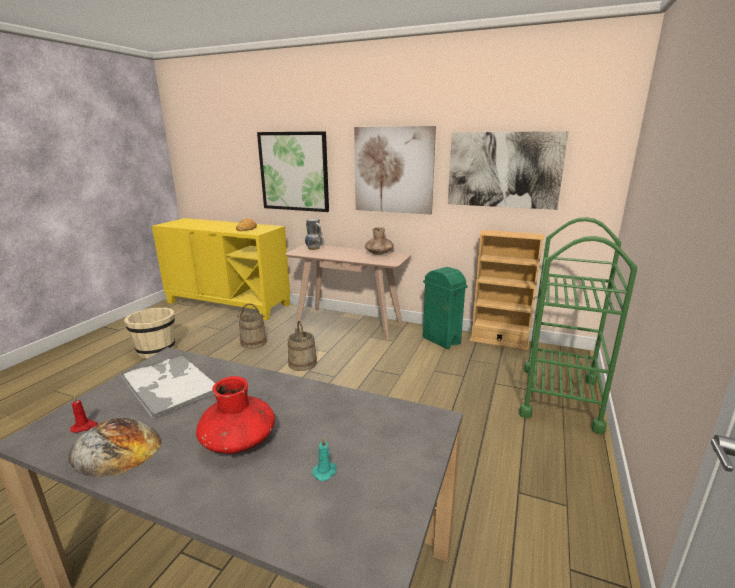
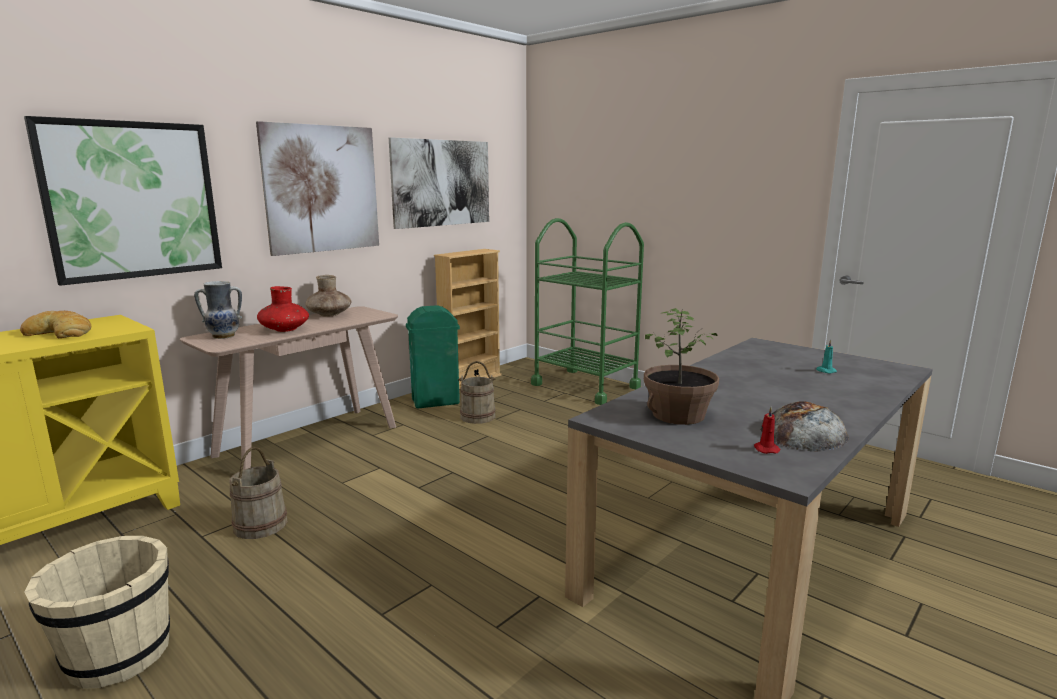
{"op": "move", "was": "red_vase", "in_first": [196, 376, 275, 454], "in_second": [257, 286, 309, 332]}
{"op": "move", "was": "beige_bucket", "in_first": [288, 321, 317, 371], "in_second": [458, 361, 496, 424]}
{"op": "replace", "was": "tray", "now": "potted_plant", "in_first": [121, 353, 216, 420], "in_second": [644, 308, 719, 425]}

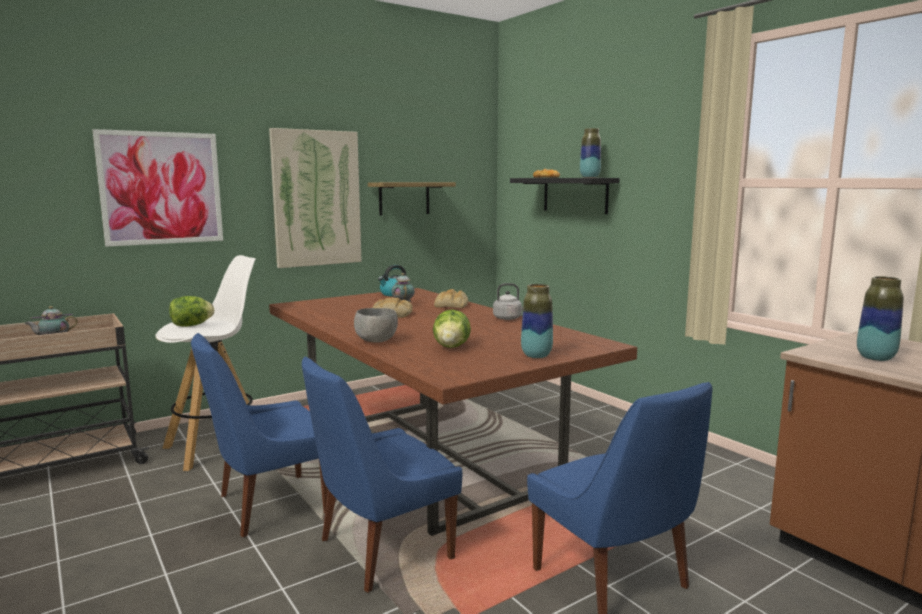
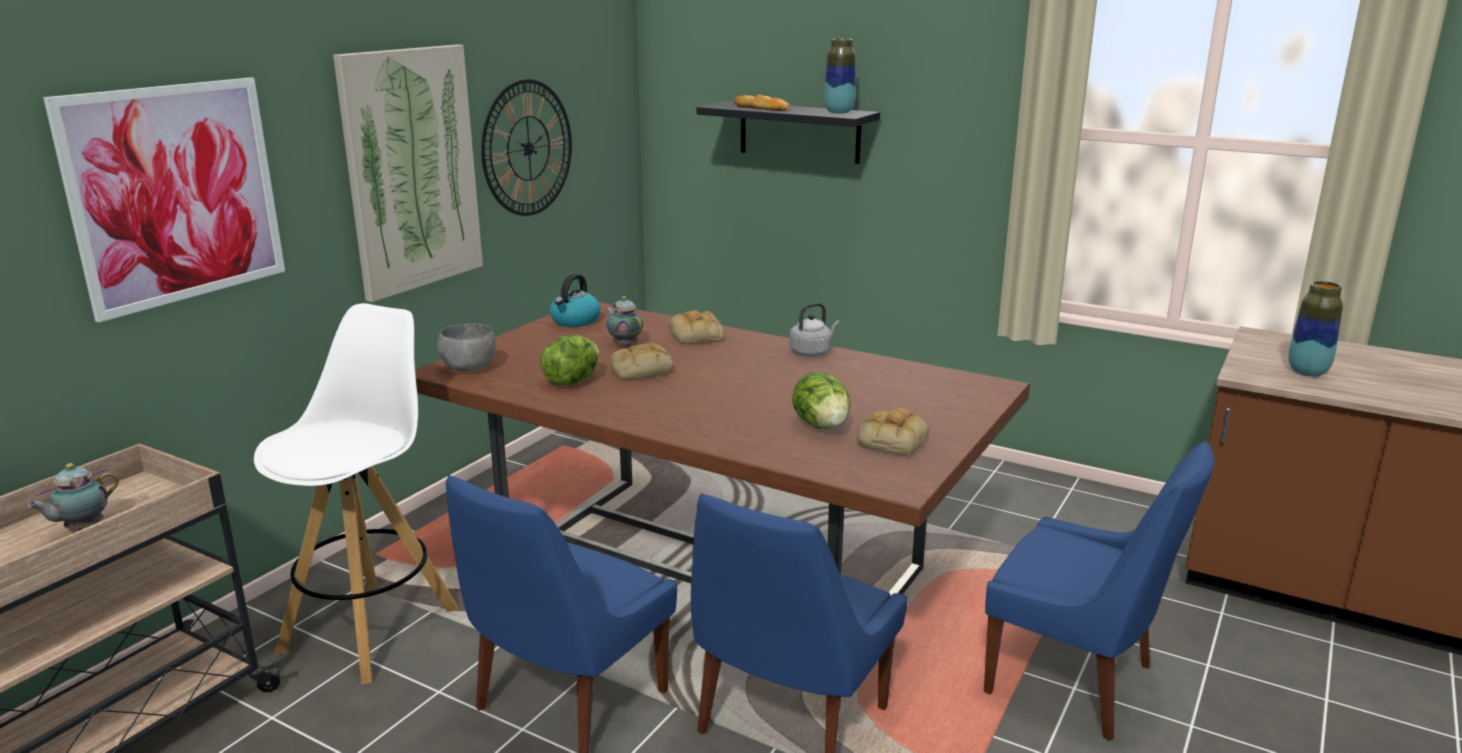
{"op": "move", "was": "grey_bowl", "in_first": [354, 308, 398, 343], "in_second": [437, 323, 496, 371]}
{"op": "replace", "was": "shelf", "now": "wall_clock", "in_first": [368, 182, 456, 216], "in_second": [481, 79, 572, 216]}
{"op": "move", "was": "lettuce", "in_first": [169, 296, 214, 327], "in_second": [540, 335, 599, 386]}
{"op": "insert", "now": "bread", "in_second": [857, 407, 929, 456]}
{"op": "delete", "was": "vase", "in_first": [521, 284, 553, 358]}

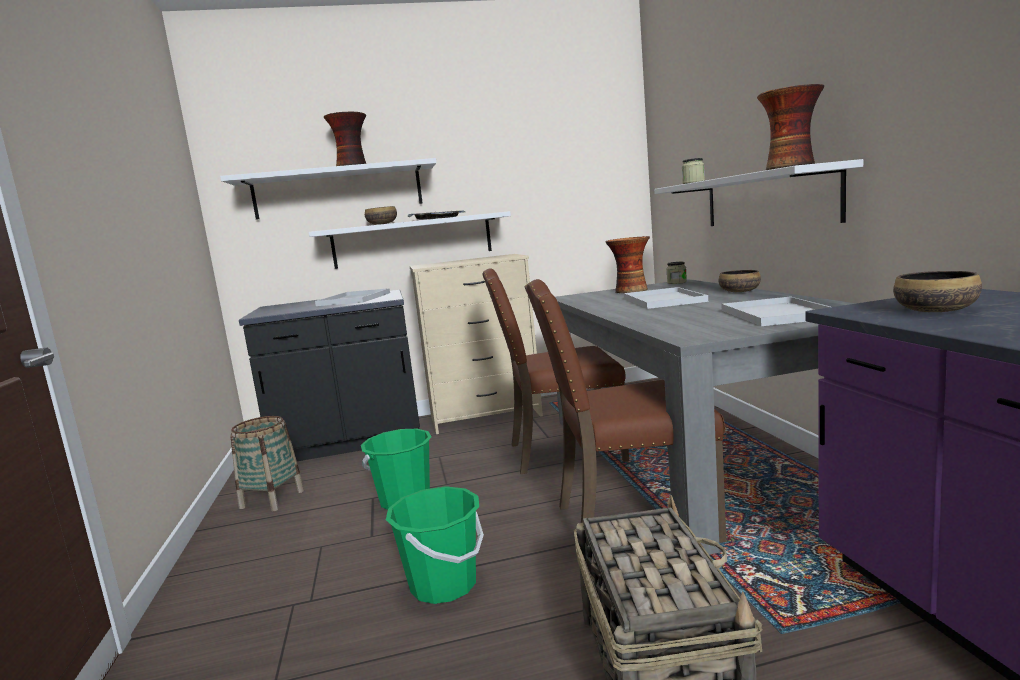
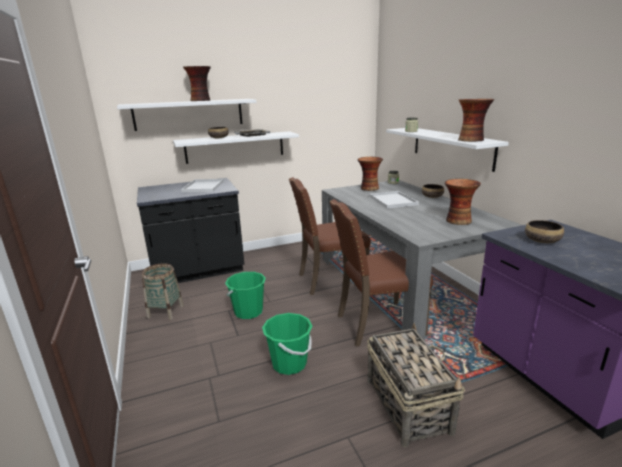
{"op": "replace", "was": "white_tray", "now": "vase", "in_first": [721, 296, 830, 326], "in_second": [445, 179, 481, 225]}
{"op": "delete", "was": "beige_dresser", "in_first": [410, 254, 543, 434]}

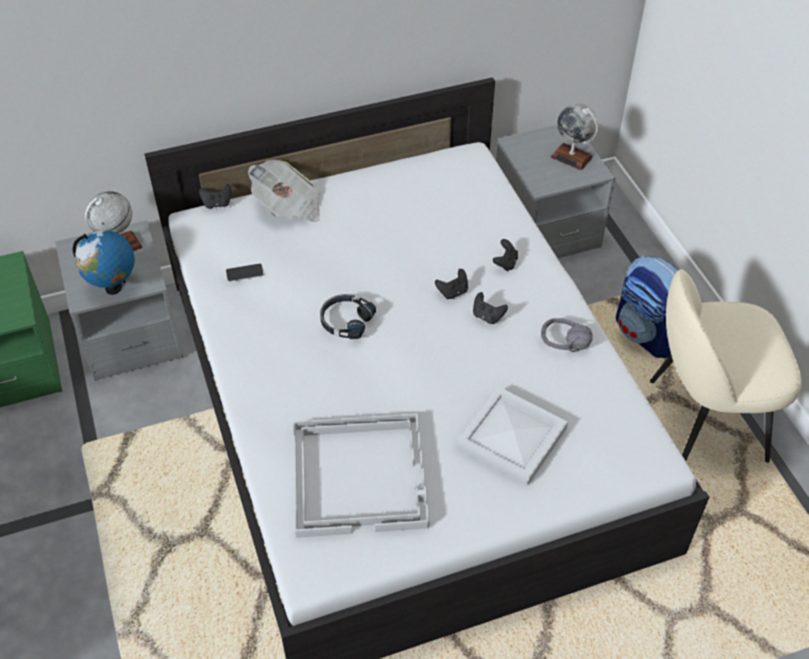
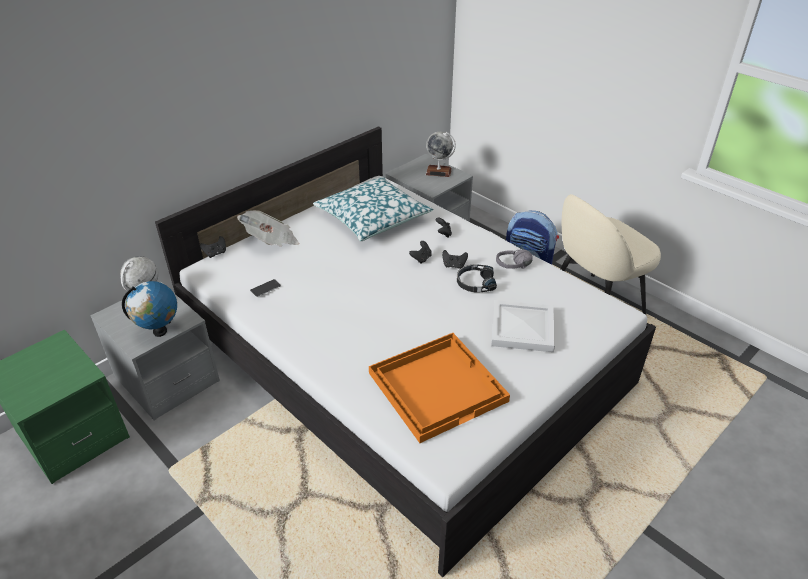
{"op": "insert", "now": "pillow", "in_second": [313, 176, 433, 241]}
{"op": "recolor", "was": "white_tray", "now": "orange_tray", "in_first": [294, 413, 429, 538], "in_second": [369, 333, 510, 443]}
{"op": "move", "was": "black_headphones", "in_first": [320, 294, 376, 339], "in_second": [457, 265, 497, 292]}

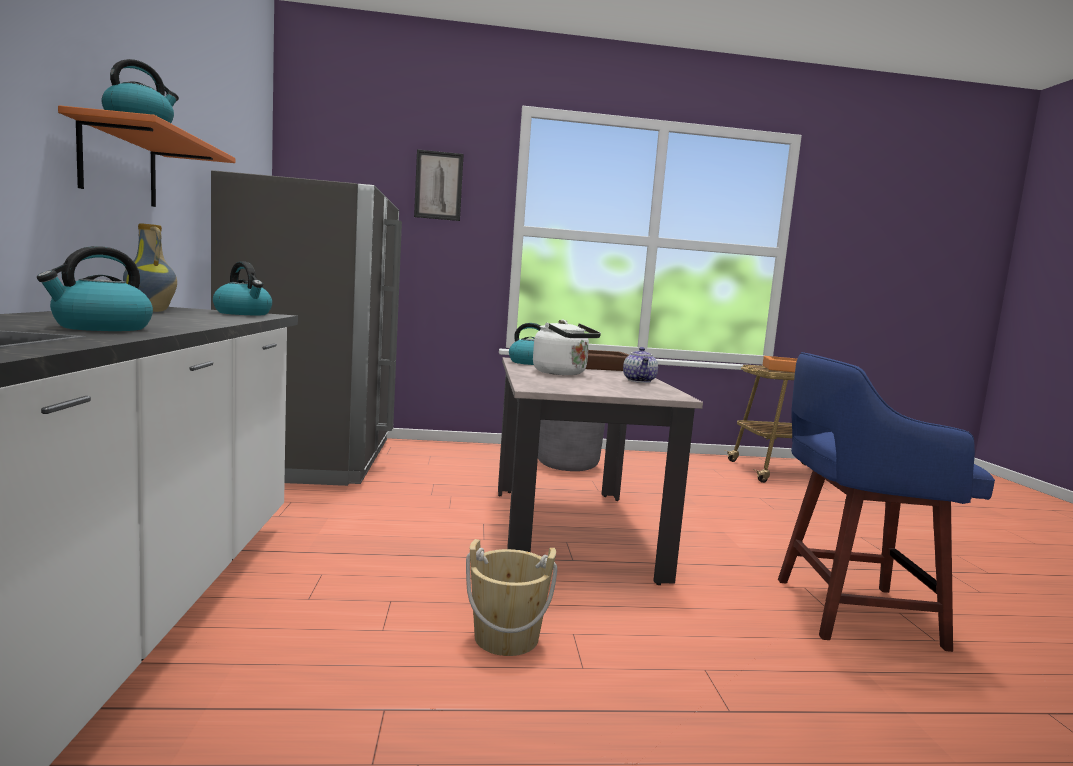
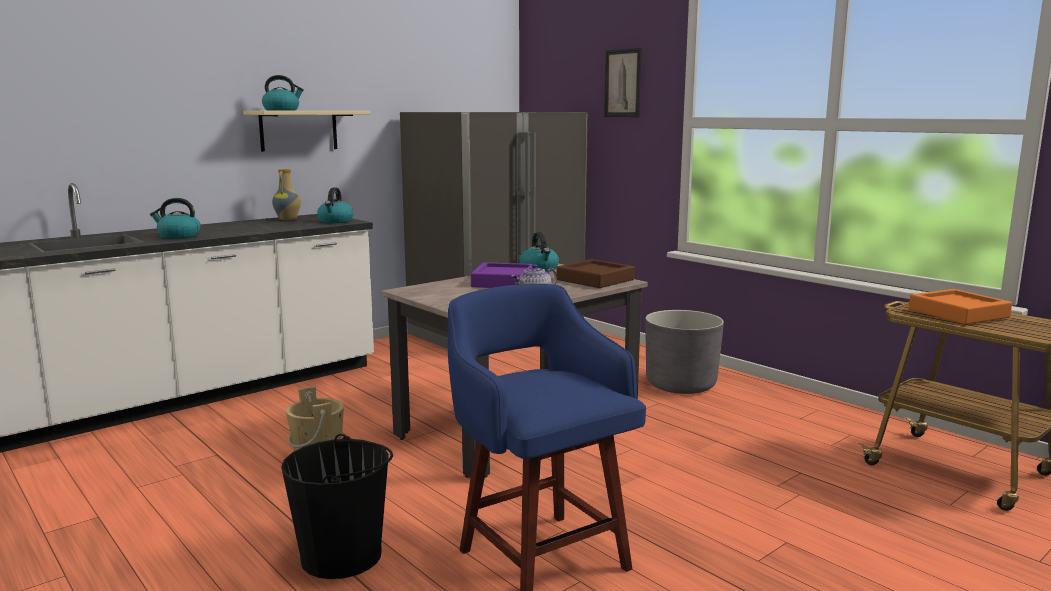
{"op": "recolor", "was": "orange_shelf", "now": "beige_shelf", "in_first": [58, 105, 235, 207], "in_second": [243, 111, 370, 152]}
{"op": "insert", "now": "black_bucket", "in_second": [281, 434, 393, 579]}
{"op": "replace", "was": "white_kettle", "now": "purple_tray", "in_first": [533, 320, 601, 375], "in_second": [471, 262, 533, 288]}

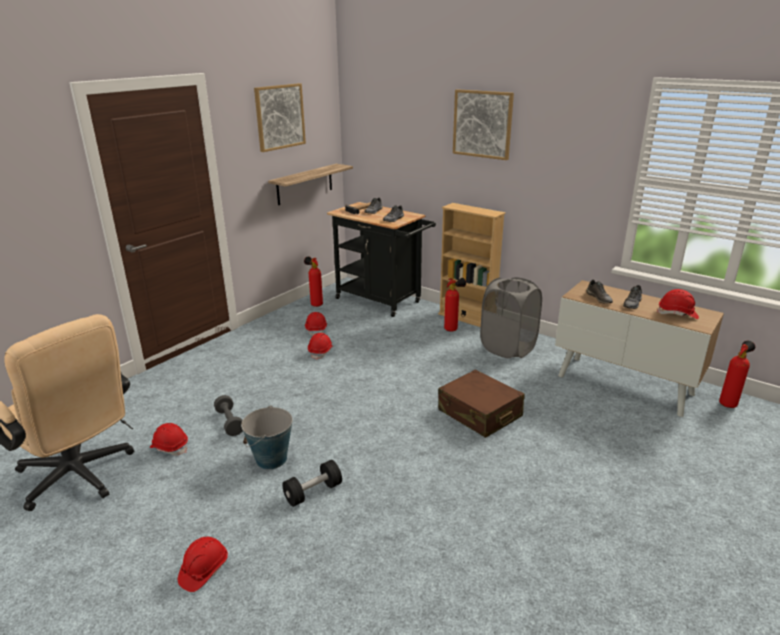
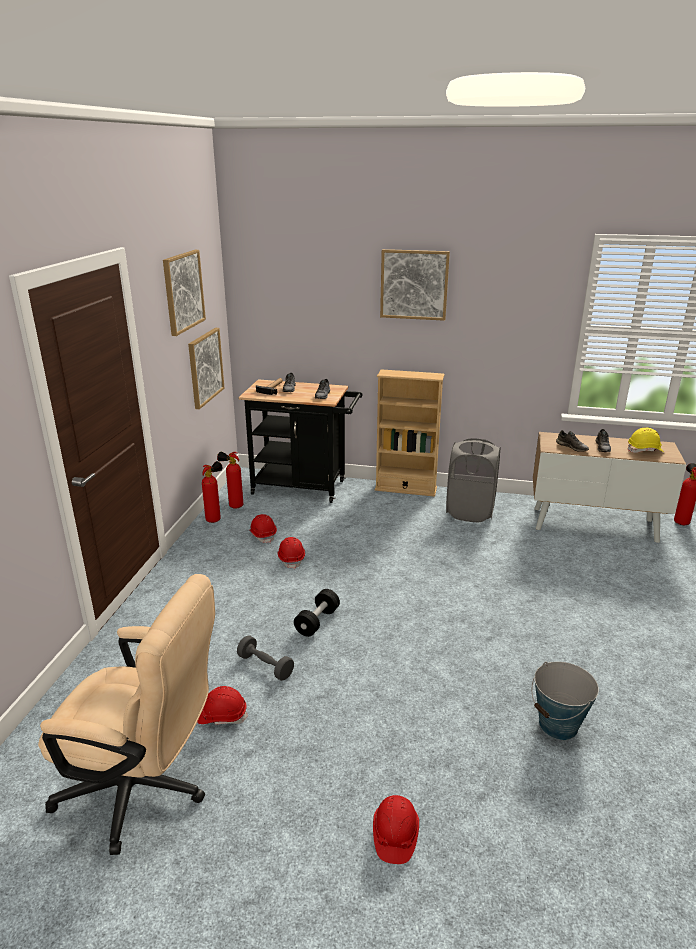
{"op": "replace", "was": "shelf", "now": "picture", "in_first": [268, 164, 353, 205], "in_second": [188, 328, 224, 409]}
{"op": "move", "was": "fire_extinguisher", "in_first": [444, 278, 466, 332], "in_second": [202, 461, 223, 523]}
{"op": "move", "was": "black_dumbbell", "in_first": [282, 460, 342, 507], "in_second": [294, 589, 340, 637]}
{"op": "move", "was": "bucket", "in_first": [241, 405, 293, 469], "in_second": [531, 661, 599, 740]}
{"op": "recolor", "was": "red_hard_hat", "now": "yellow_hard_hat", "in_first": [657, 289, 699, 319], "in_second": [627, 427, 664, 453]}
{"op": "delete", "was": "brown_suitcase", "in_first": [438, 369, 525, 438]}

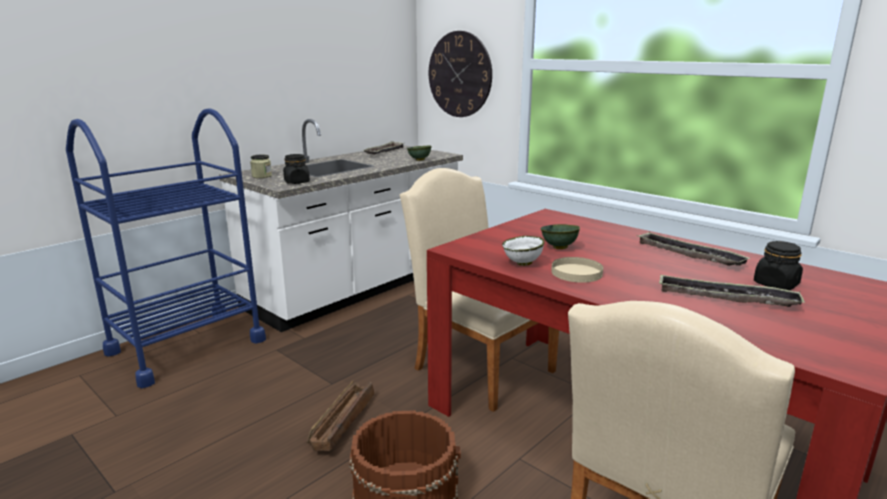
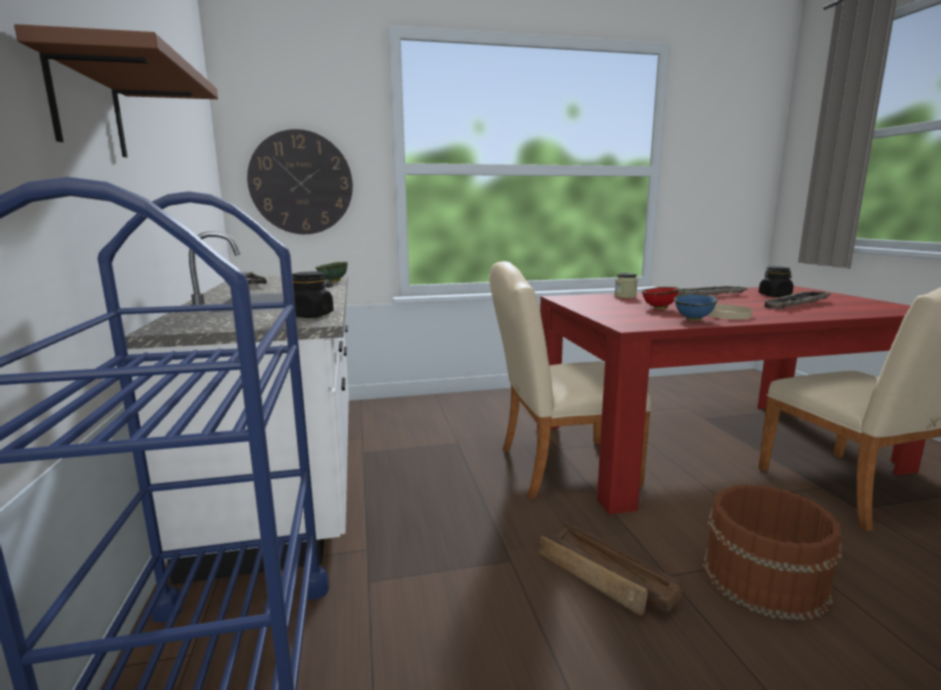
{"op": "insert", "now": "brown_shelf", "in_second": [14, 24, 218, 157]}
{"op": "move", "was": "jar", "in_first": [250, 155, 272, 178], "in_second": [615, 273, 638, 298]}
{"op": "recolor", "was": "green_bowl", "now": "red_bowl", "in_first": [541, 224, 580, 249], "in_second": [641, 287, 679, 309]}
{"op": "recolor", "was": "white_bowl", "now": "blue_bowl", "in_first": [502, 236, 545, 266], "in_second": [674, 294, 718, 321]}

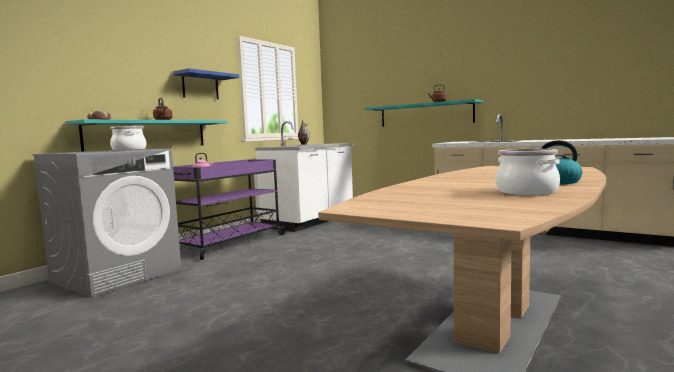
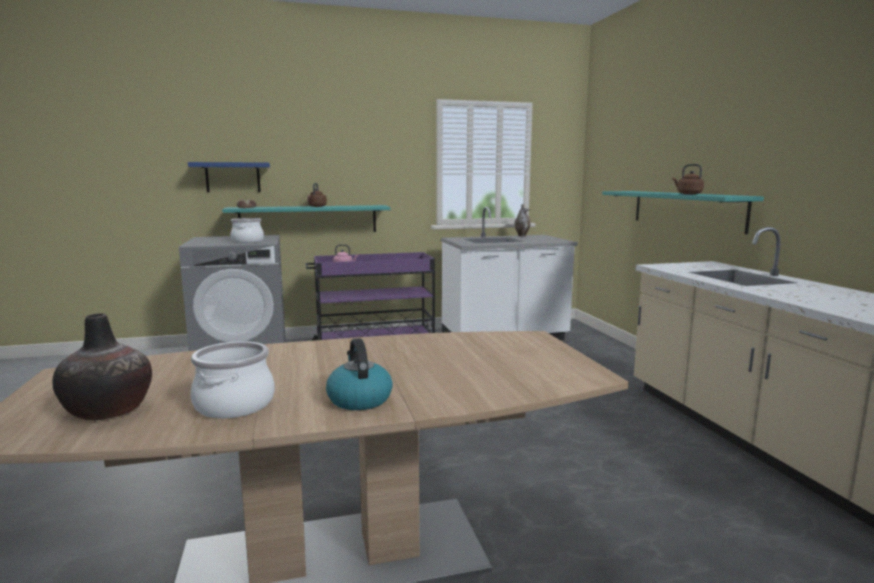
{"op": "insert", "now": "vase", "in_second": [52, 313, 152, 421]}
{"op": "move", "was": "blue_shelf", "in_first": [173, 68, 239, 99], "in_second": [188, 162, 270, 192]}

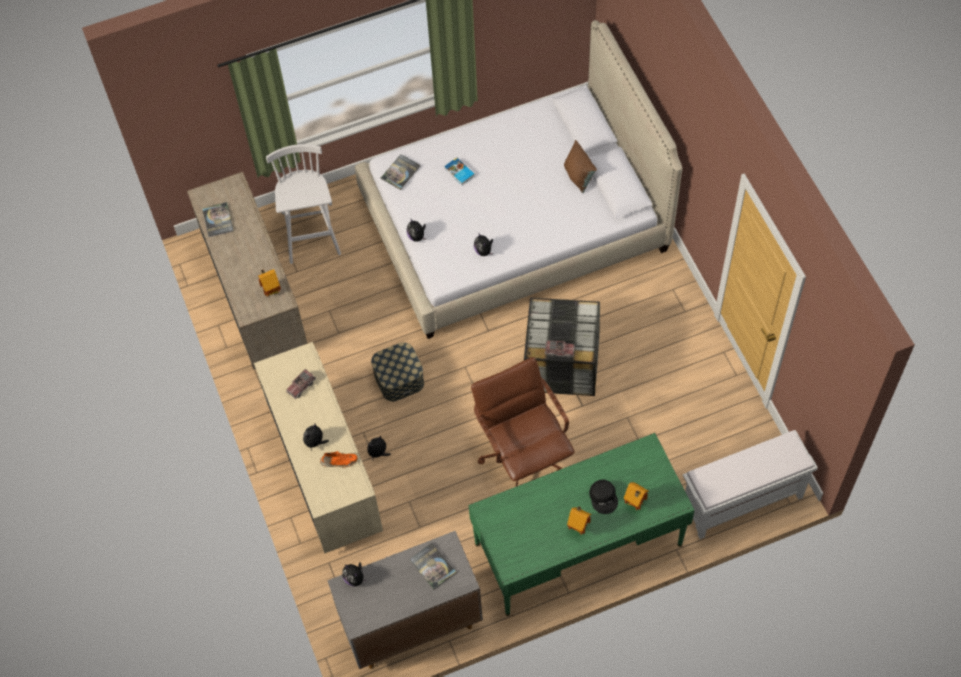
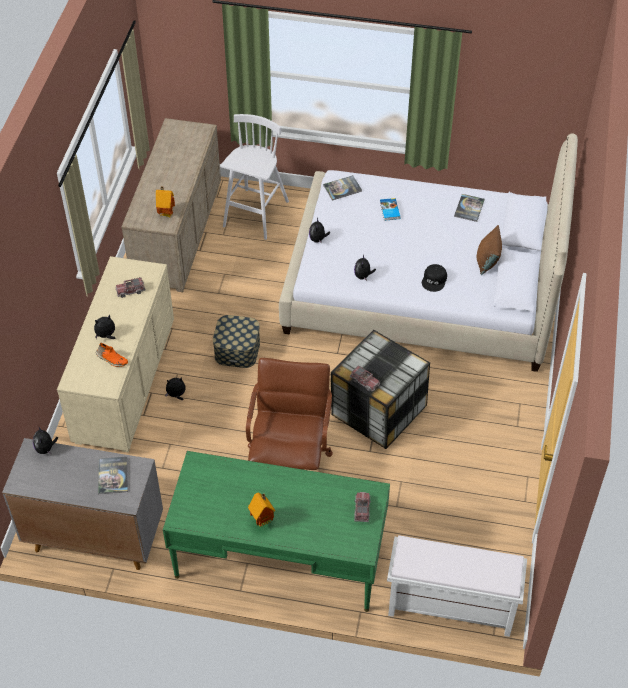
{"op": "insert", "now": "toy_truck", "in_second": [354, 492, 371, 522]}
{"op": "move", "was": "black_cap", "in_first": [589, 480, 618, 514], "in_second": [422, 264, 447, 292]}
{"op": "move", "was": "book", "in_first": [202, 202, 234, 237], "in_second": [454, 194, 485, 222]}
{"op": "delete", "was": "toy_house", "in_first": [624, 482, 649, 510]}

